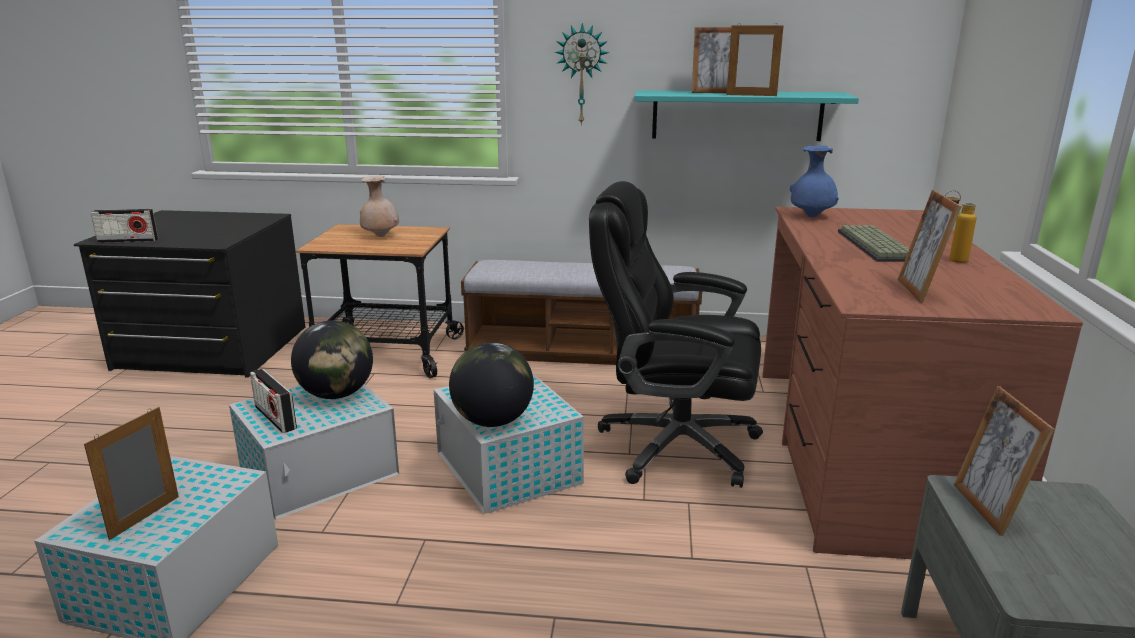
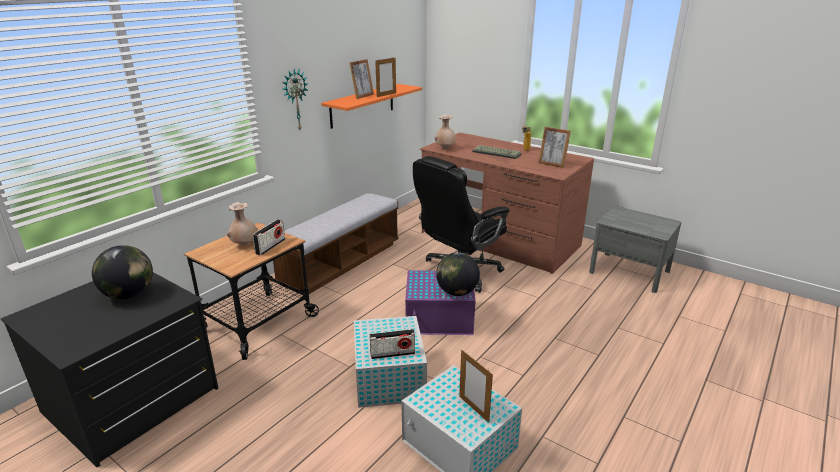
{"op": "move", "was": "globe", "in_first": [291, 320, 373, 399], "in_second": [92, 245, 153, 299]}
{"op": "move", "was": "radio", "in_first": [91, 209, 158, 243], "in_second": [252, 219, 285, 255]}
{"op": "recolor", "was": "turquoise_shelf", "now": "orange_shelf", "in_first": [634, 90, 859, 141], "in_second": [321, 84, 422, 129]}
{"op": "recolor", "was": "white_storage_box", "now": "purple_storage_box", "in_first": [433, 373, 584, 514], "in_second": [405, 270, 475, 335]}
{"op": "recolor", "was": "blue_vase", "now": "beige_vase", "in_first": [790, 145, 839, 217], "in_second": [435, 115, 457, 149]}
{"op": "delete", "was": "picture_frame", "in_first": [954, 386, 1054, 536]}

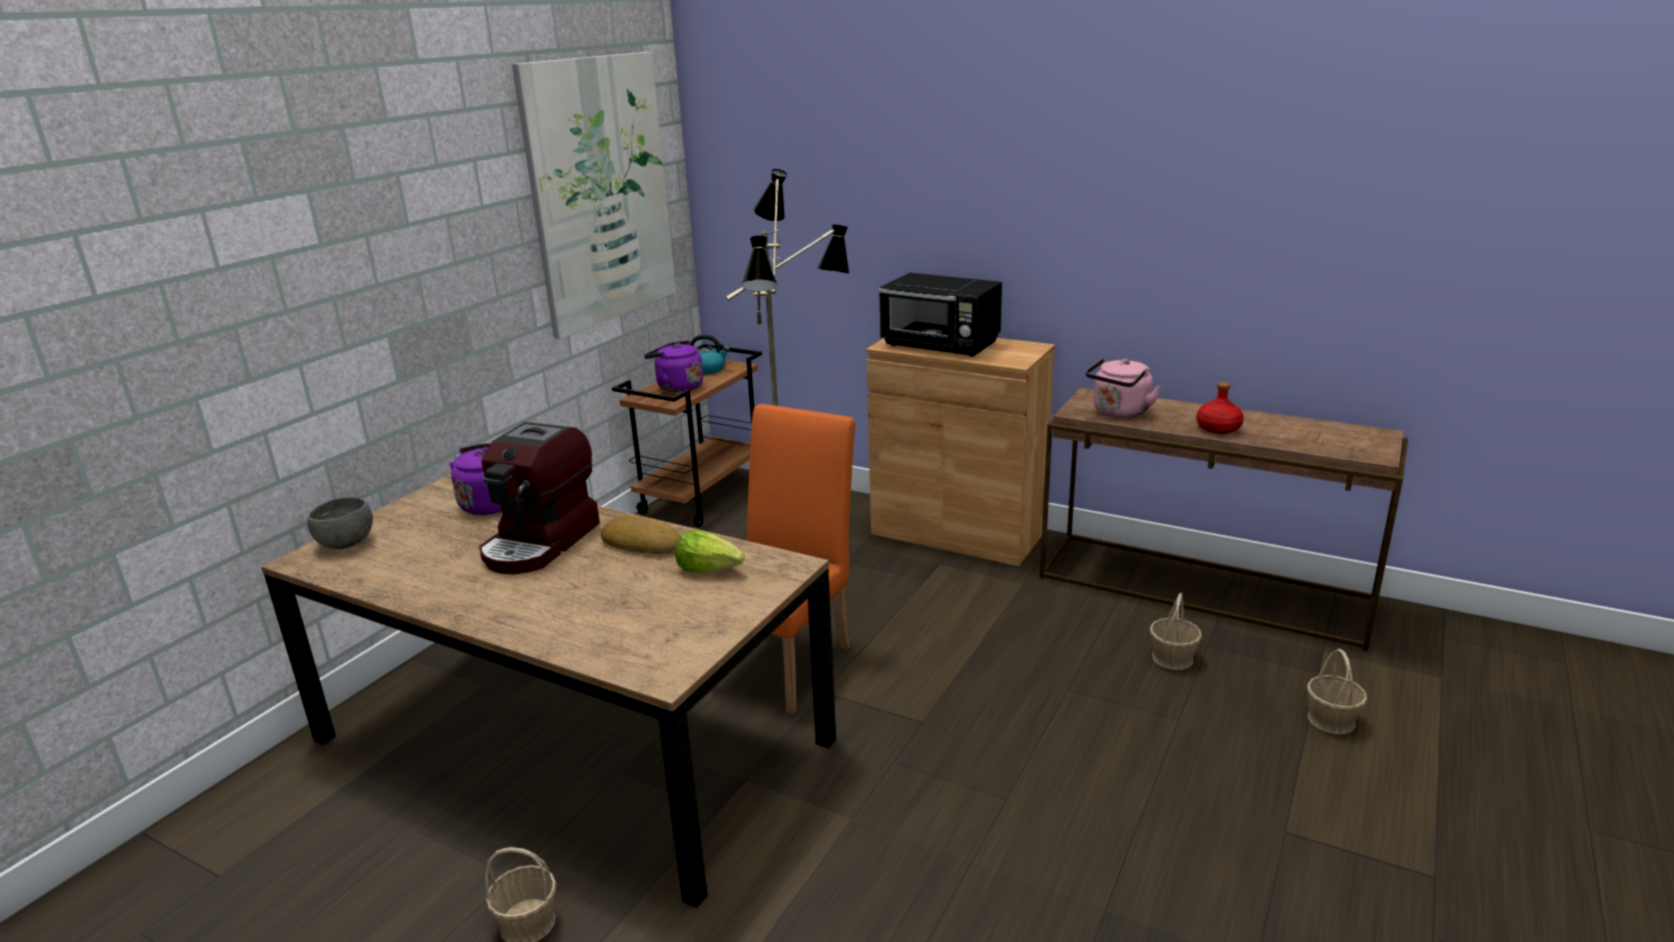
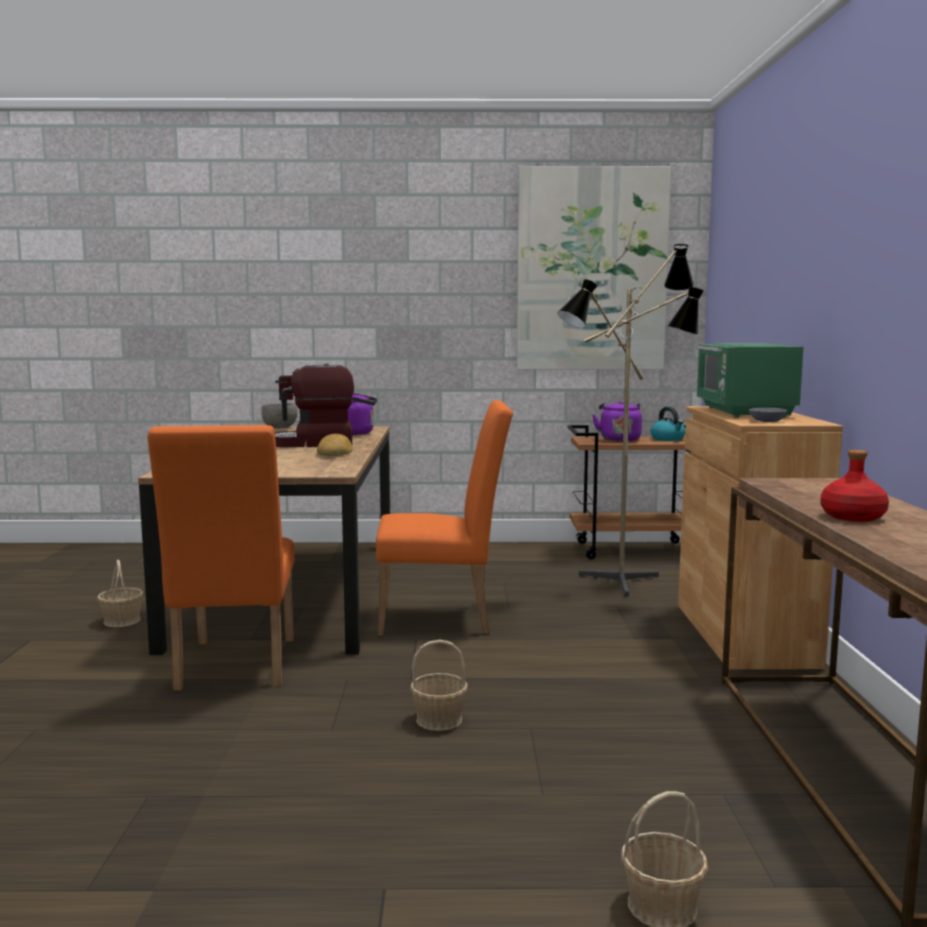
{"op": "insert", "now": "orange_chair", "in_second": [148, 425, 295, 691]}
{"op": "move", "was": "basket", "in_first": [1150, 593, 1202, 670], "in_second": [410, 640, 468, 731]}
{"op": "recolor", "was": "black_microwave", "now": "green_microwave", "in_first": [878, 273, 1002, 357], "in_second": [696, 343, 804, 418]}
{"op": "insert", "now": "grey_bowl", "in_second": [749, 408, 787, 422]}
{"op": "delete", "was": "lettuce", "in_first": [675, 530, 745, 573]}
{"op": "delete", "was": "pink_kettle", "in_first": [1086, 358, 1161, 418]}

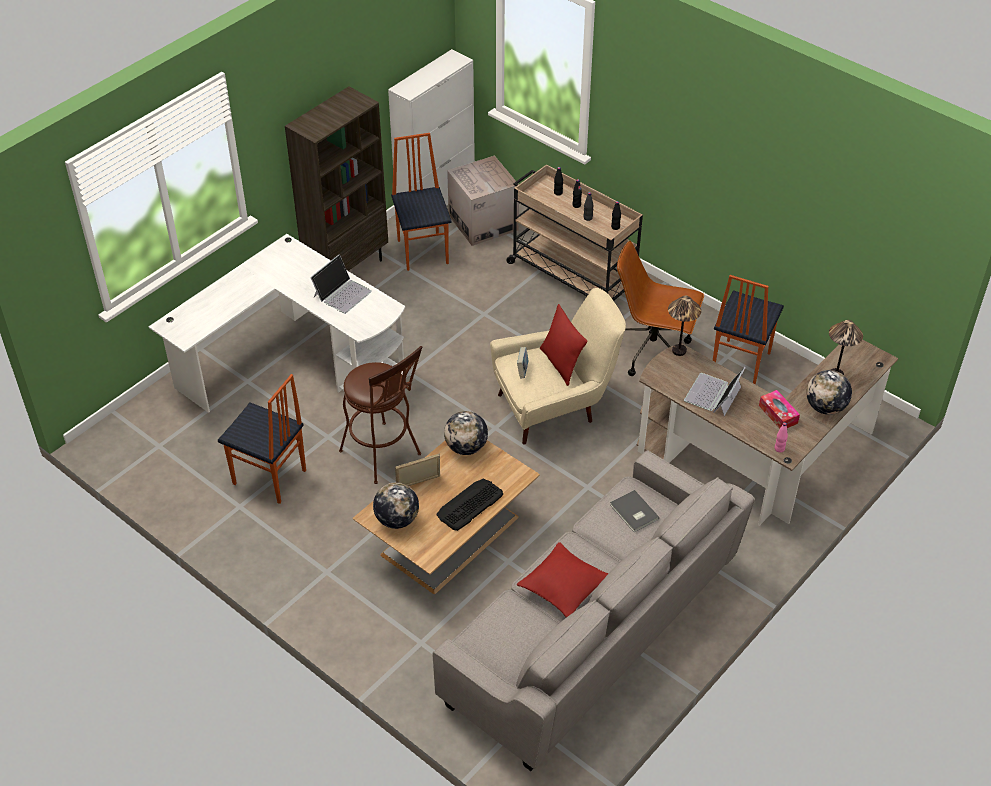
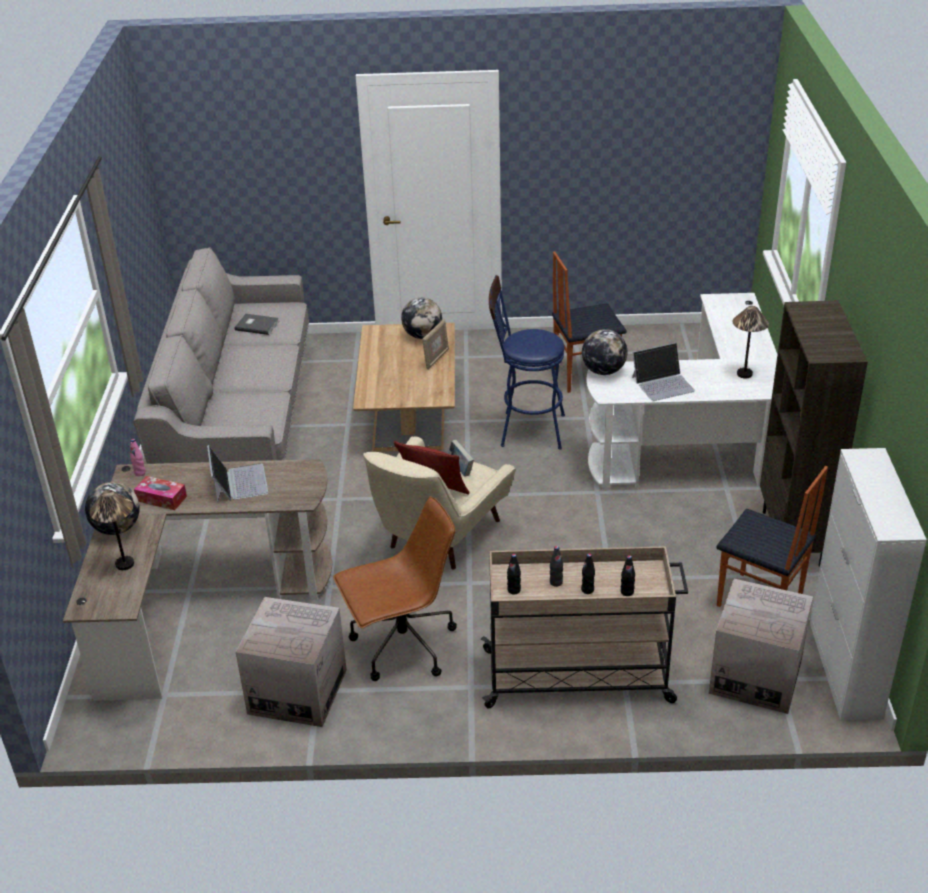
{"op": "move", "was": "grey_book", "in_first": [610, 490, 659, 532], "in_second": [234, 314, 279, 335]}
{"op": "replace", "was": "chair", "now": "cardboard_box", "in_first": [713, 275, 784, 385], "in_second": [236, 597, 347, 727]}
{"op": "recolor", "was": "brown_stool", "now": "blue_stool", "in_first": [339, 346, 422, 484], "in_second": [489, 275, 565, 450]}
{"op": "move", "was": "globe", "in_first": [444, 411, 488, 455], "in_second": [582, 329, 628, 375]}
{"op": "rotate", "was": "laptop", "in_first": [310, 254, 372, 314], "in_second": [632, 343, 695, 401], "clockwise": -105}
{"op": "move", "was": "table_lamp", "in_first": [668, 296, 701, 356], "in_second": [733, 306, 769, 379]}
{"op": "delete", "was": "keyboard", "in_first": [436, 479, 503, 531]}
{"op": "delete", "was": "red_pillow", "in_first": [517, 542, 608, 617]}

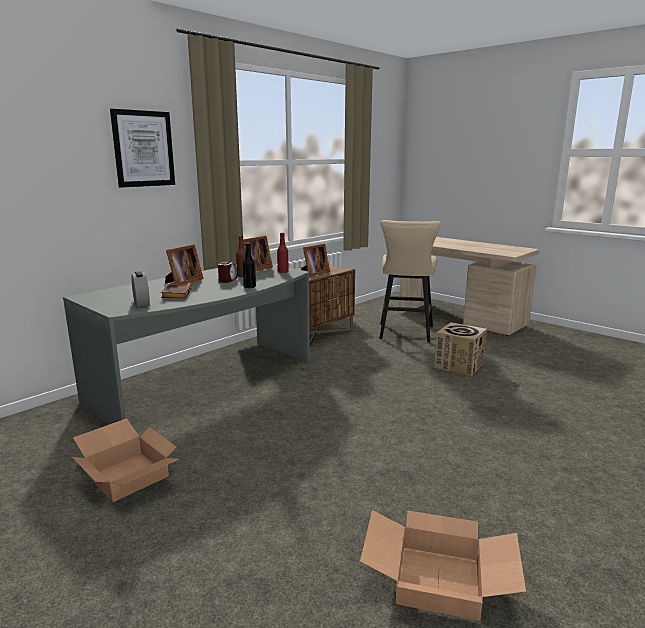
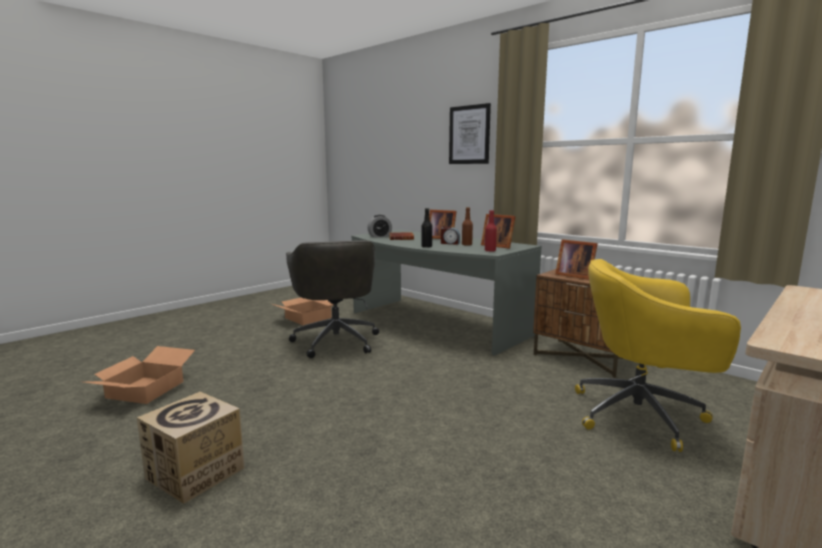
{"op": "move", "was": "cardboard_box", "in_first": [434, 322, 487, 376], "in_second": [137, 392, 245, 504]}
{"op": "insert", "now": "grey_office_chair", "in_second": [286, 240, 379, 358]}
{"op": "replace", "was": "beige_stool", "now": "yellow_office_chair", "in_first": [380, 220, 441, 342], "in_second": [575, 259, 741, 452]}

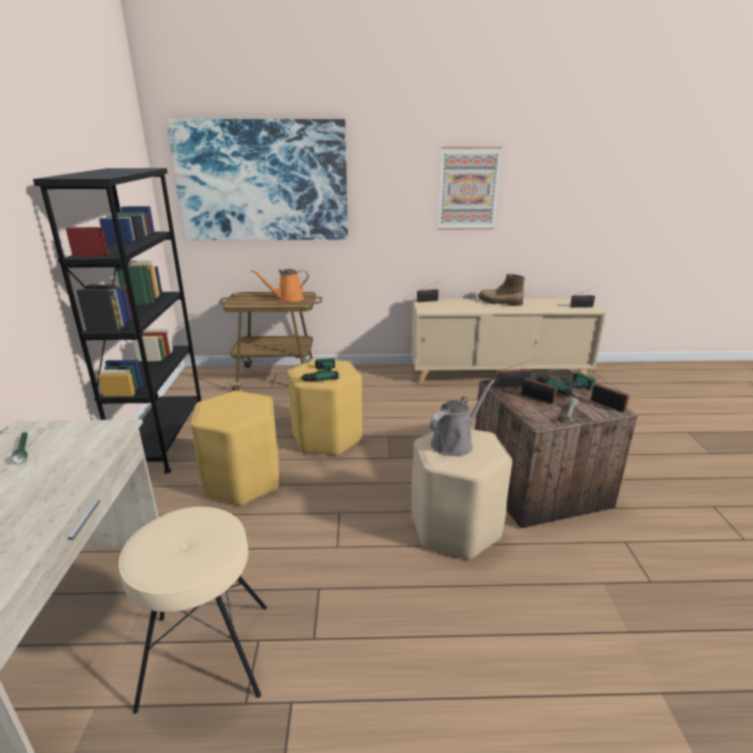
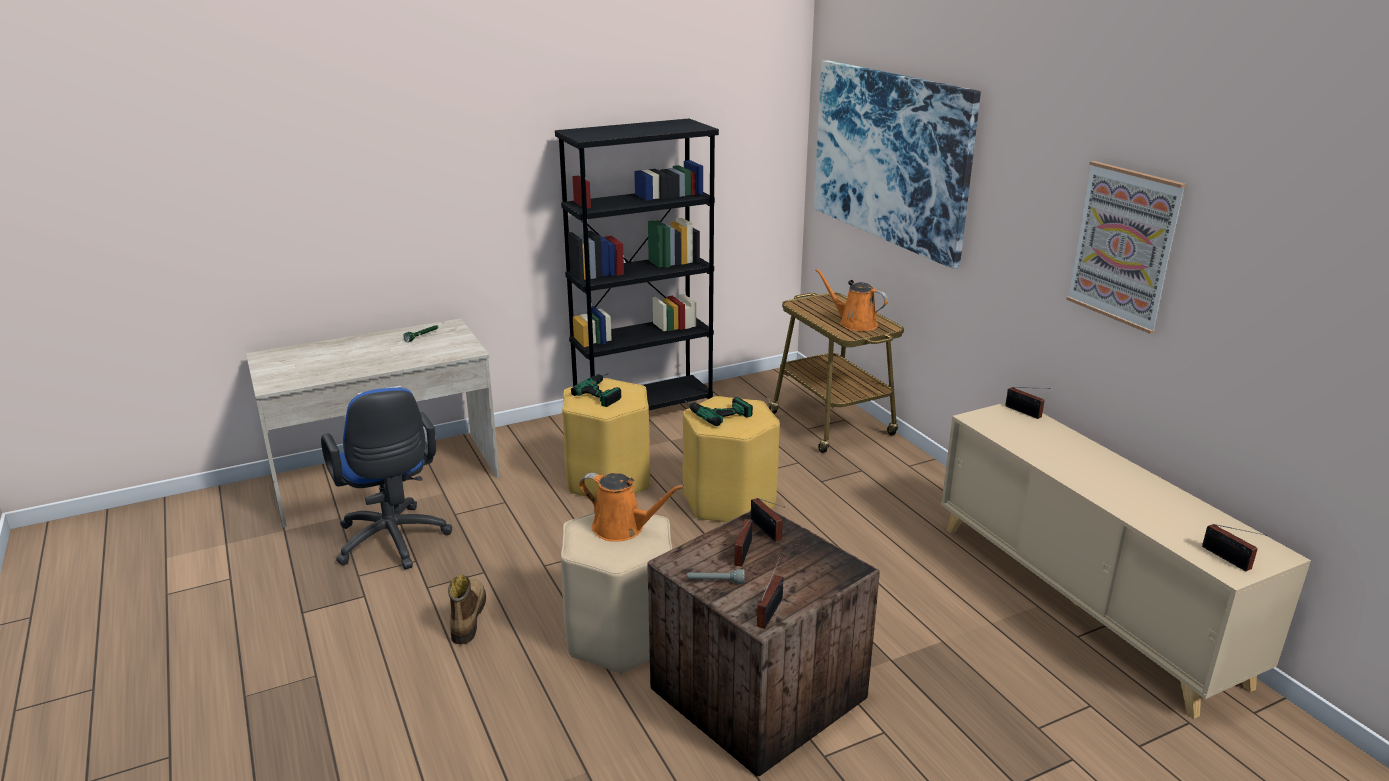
{"op": "replace", "was": "beige_stool", "now": "blue_office_chair", "in_first": [119, 507, 267, 714], "in_second": [321, 388, 452, 569]}
{"op": "move", "was": "boot", "in_first": [478, 273, 525, 306], "in_second": [448, 574, 486, 645]}
{"op": "move", "was": "power_drill", "in_first": [531, 372, 596, 397], "in_second": [571, 373, 621, 407]}
{"op": "recolor", "was": "grey_watering_can", "now": "orange_watering_can", "in_first": [430, 380, 495, 456], "in_second": [579, 473, 684, 542]}

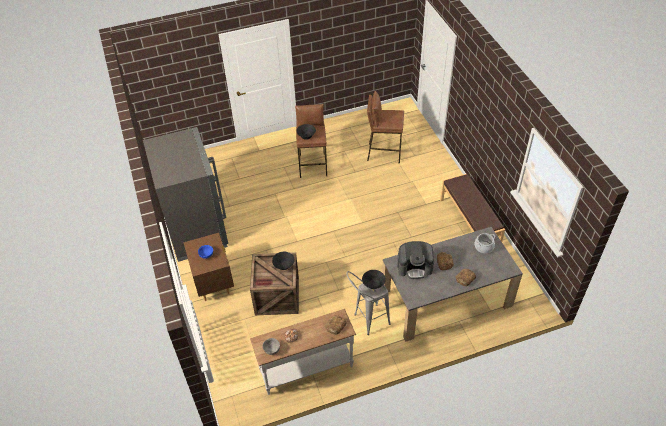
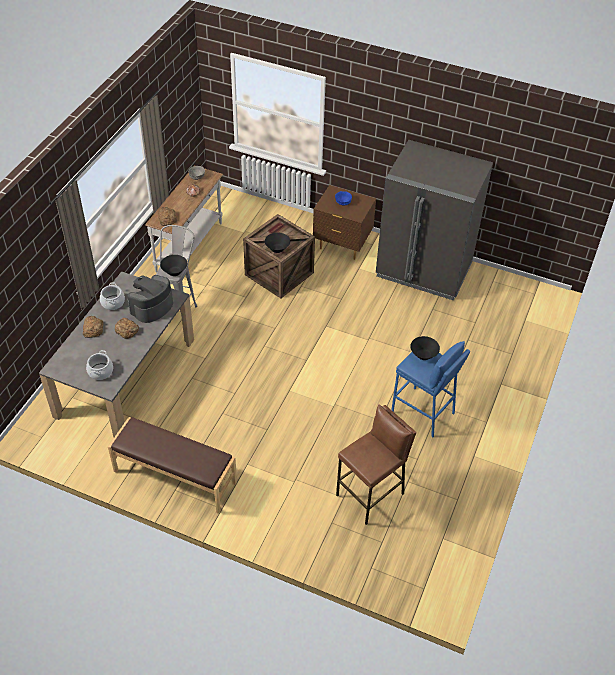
{"op": "insert", "now": "cooking_pot", "in_second": [100, 282, 125, 310]}
{"op": "recolor", "was": "brown_stool", "now": "blue_stool", "in_first": [295, 104, 327, 178], "in_second": [391, 341, 470, 437]}

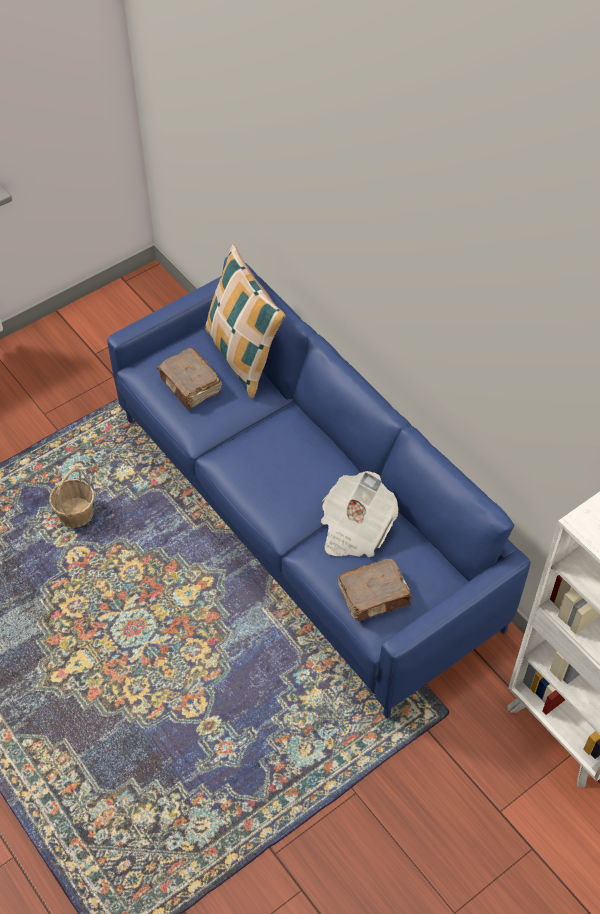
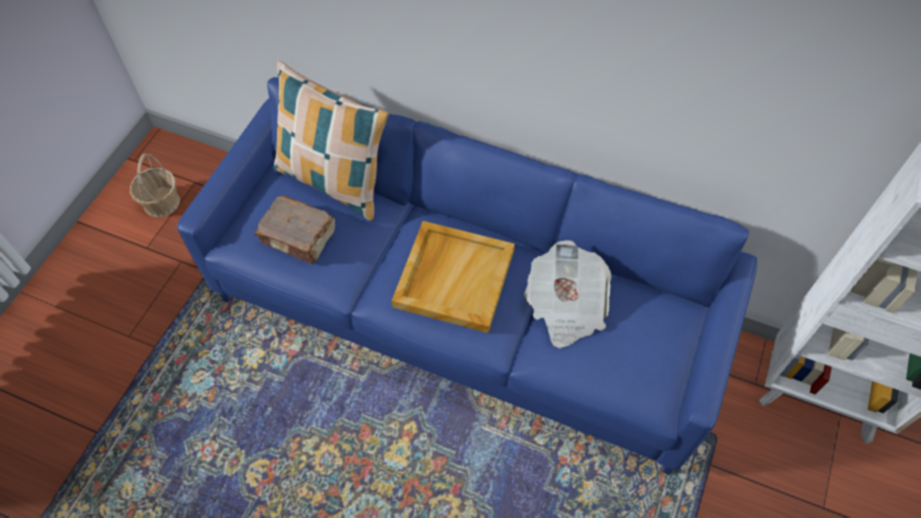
{"op": "move", "was": "basket", "in_first": [49, 468, 95, 528], "in_second": [130, 154, 180, 217]}
{"op": "insert", "now": "beige_tray", "in_second": [392, 221, 515, 333]}
{"op": "delete", "was": "brown_book", "in_first": [338, 559, 412, 621]}

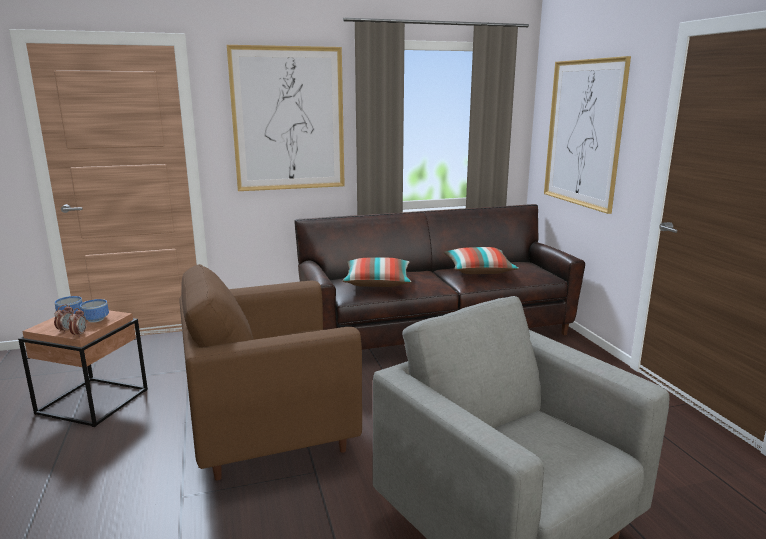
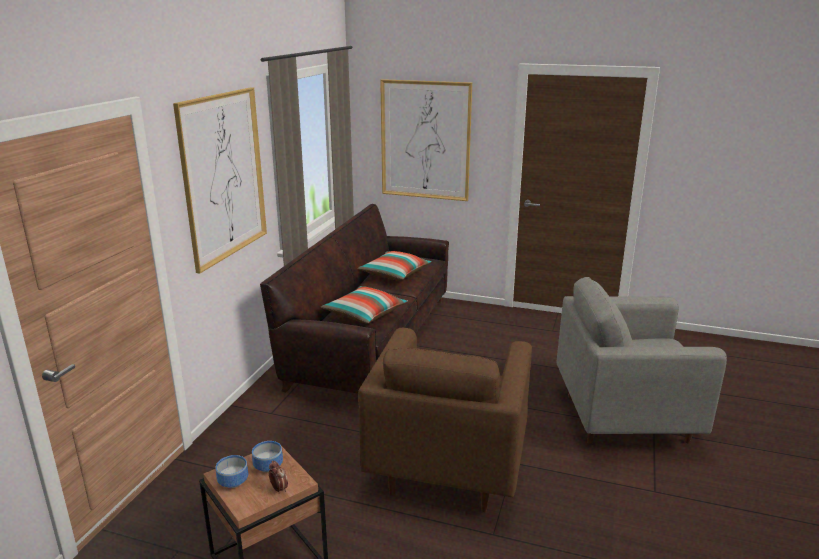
{"op": "delete", "was": "alarm_clock", "in_first": [69, 308, 87, 337]}

